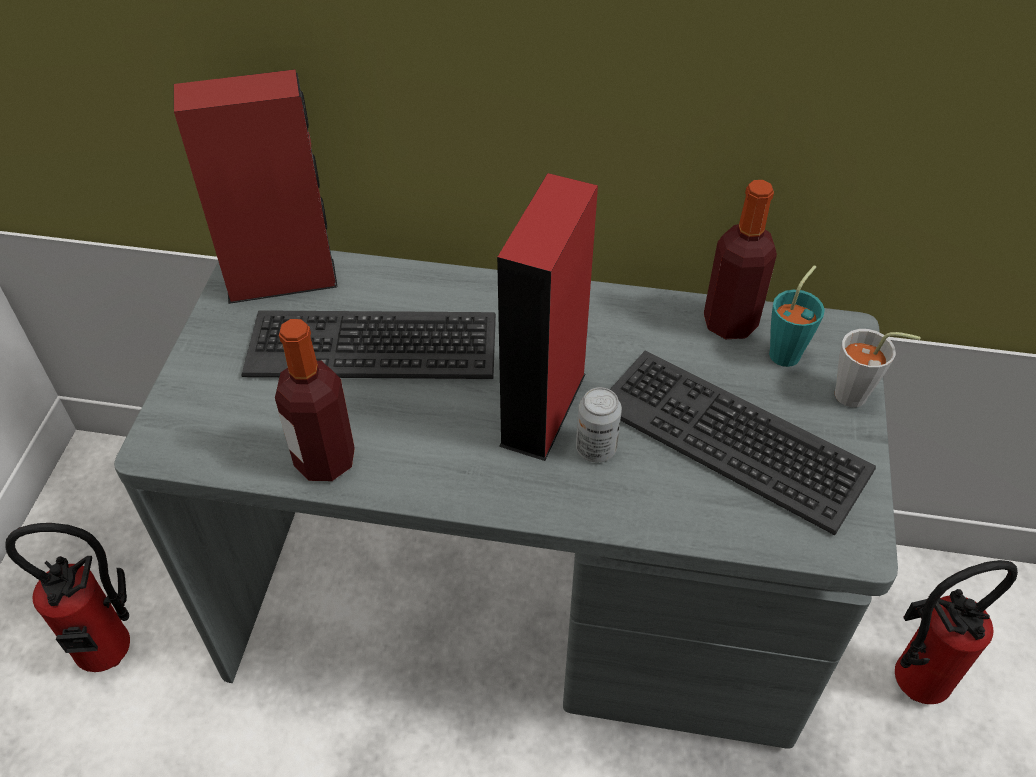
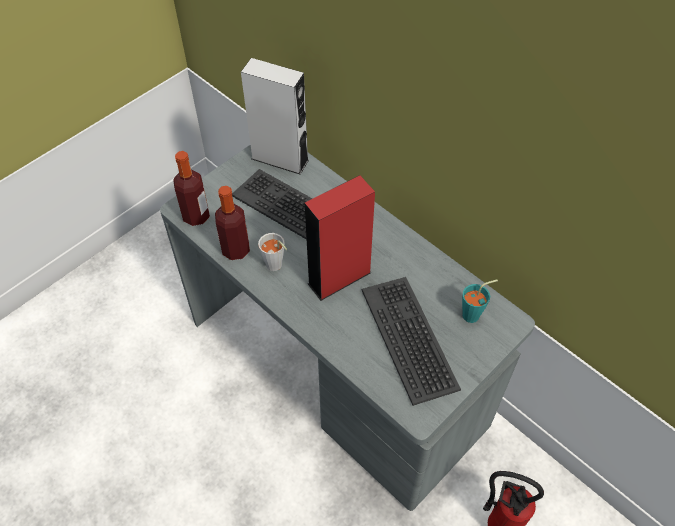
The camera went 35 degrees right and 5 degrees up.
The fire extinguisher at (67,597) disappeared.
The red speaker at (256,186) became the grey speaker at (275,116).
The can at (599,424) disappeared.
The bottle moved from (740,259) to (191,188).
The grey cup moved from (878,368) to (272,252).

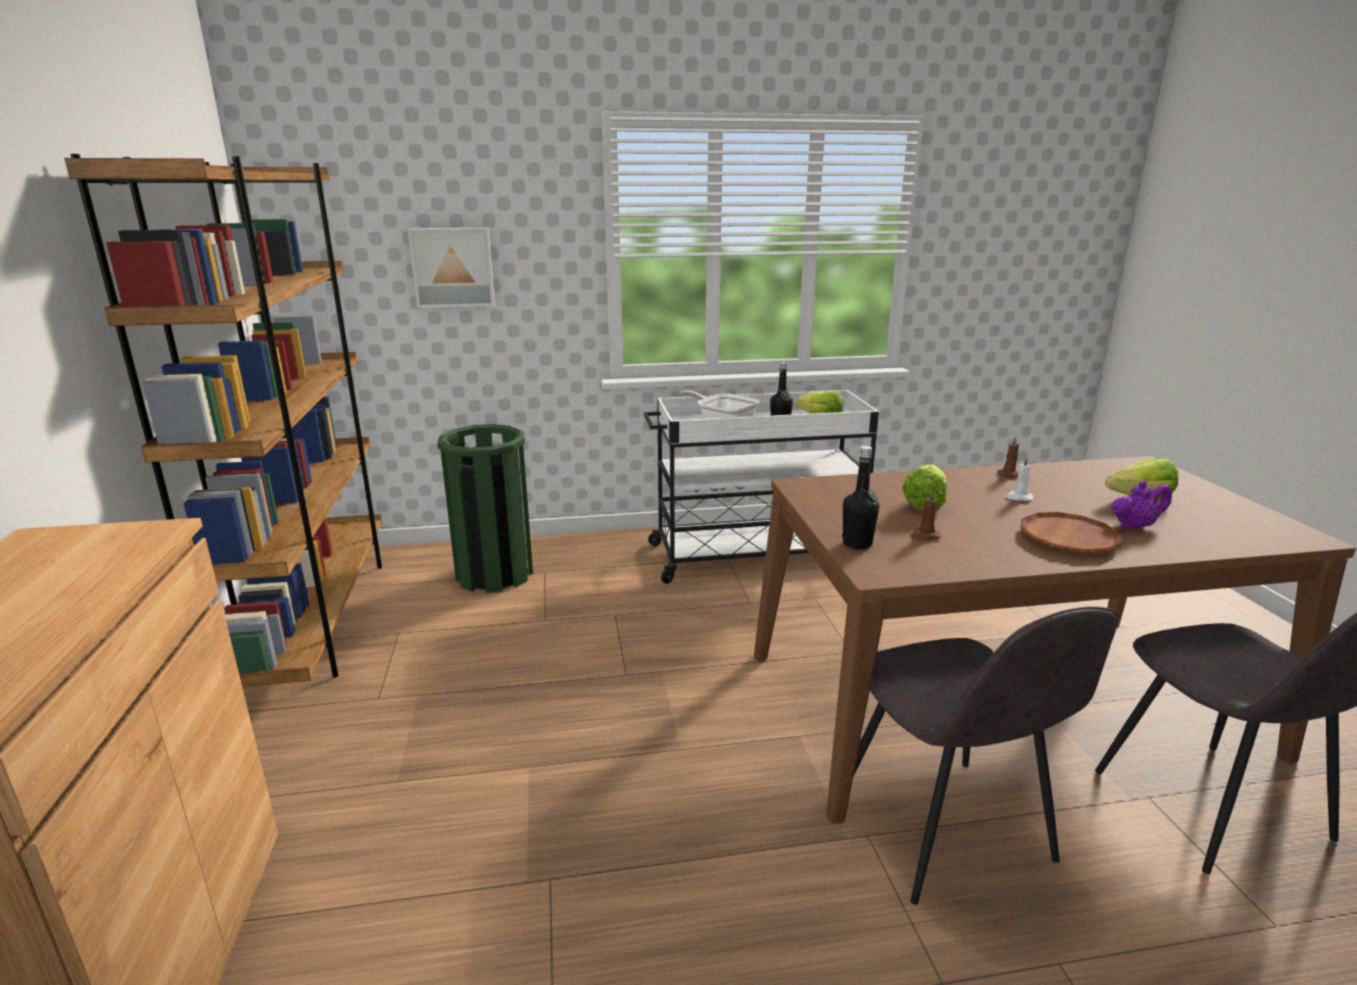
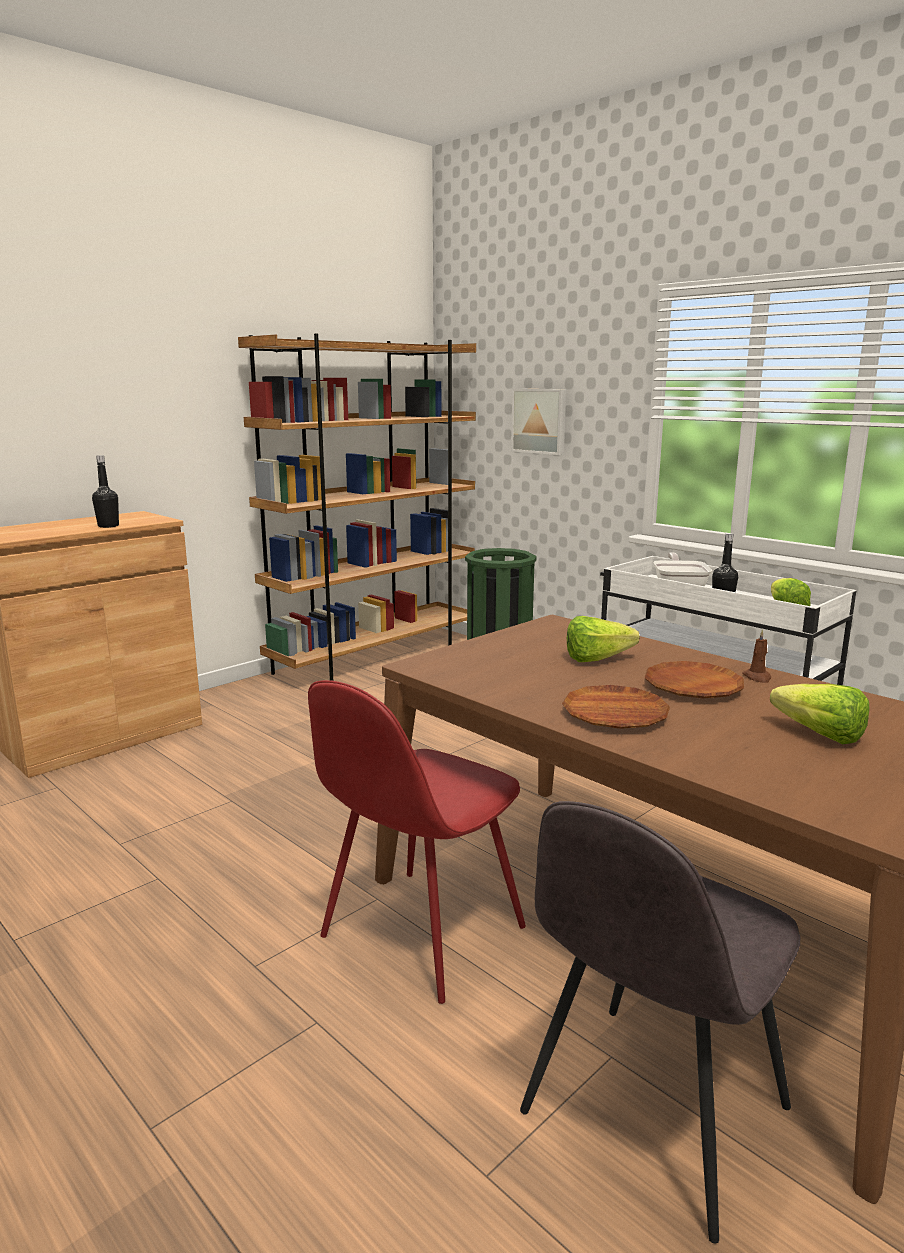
The camera went 55 degrees right and 5 degrees down.
The black bottle moved from (860,498) to (105,491).
The grey chair at (985,755) became the red chair at (417,842).
The brown candle at (925,515) disappeared.
The white candle at (1019,478) was replaced by the brown plate at (694,679).
The purple teapot at (1141,505) disappeared.

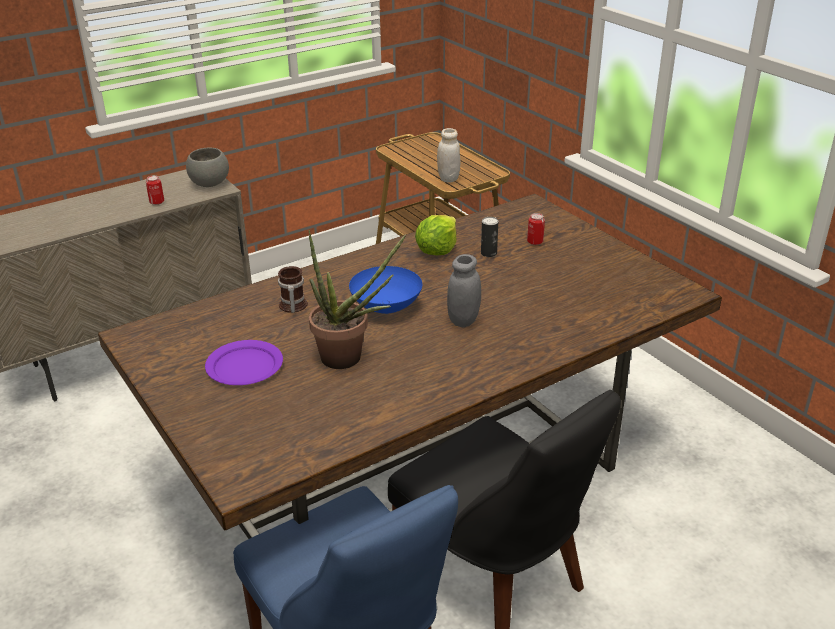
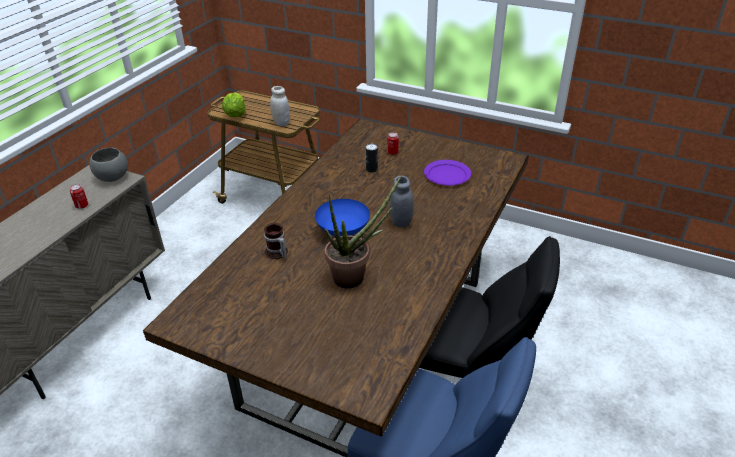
The camera went 30 degrees left and 5 degrees up.
The purple plate moved from (244,362) to (447,173).
The lettuce moved from (435,235) to (234,104).

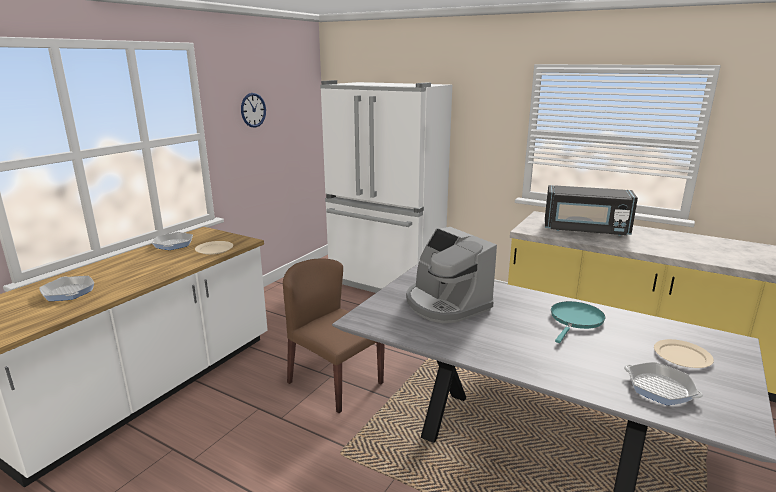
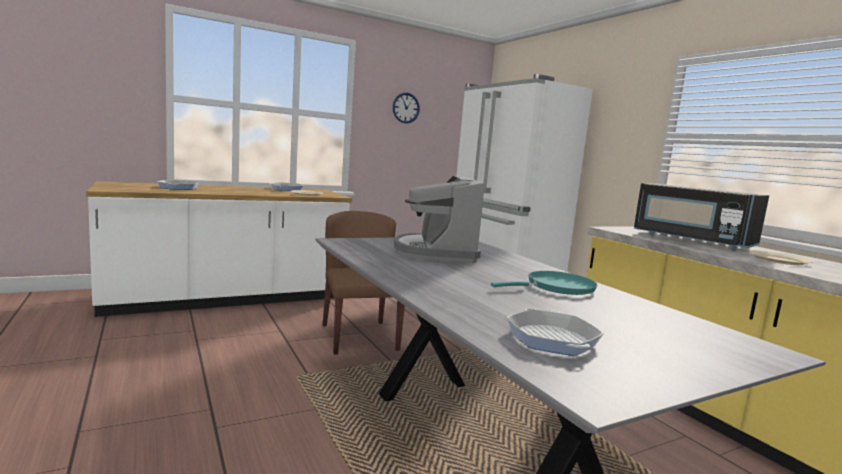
The camera went 30 degrees right and 10 degrees down.
The beige plate moved from (684,353) to (780,258).

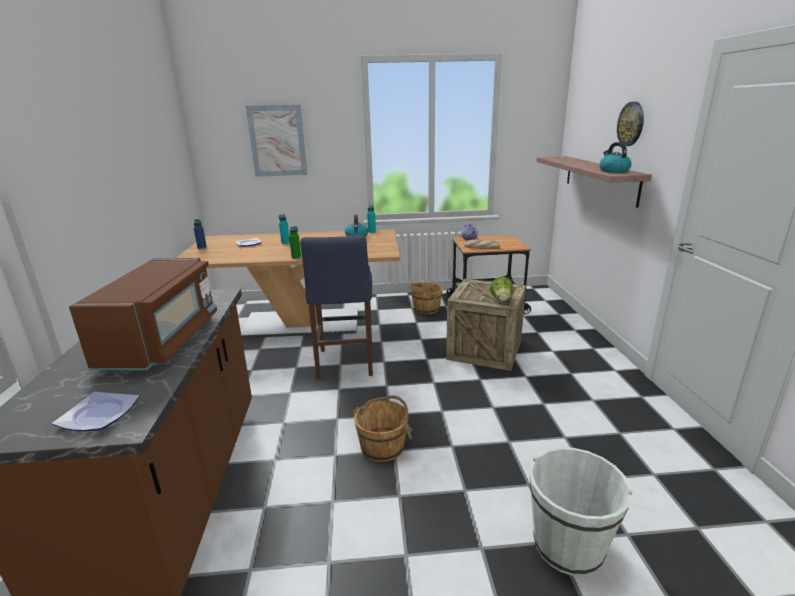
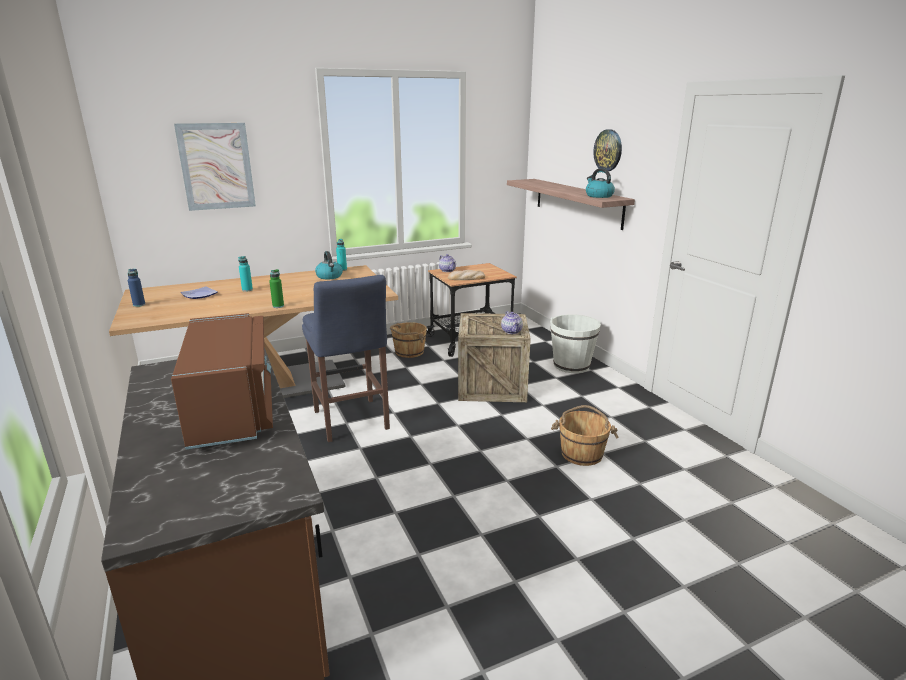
The camera went 20 degrees left and 0 degrees up.
The plate at (96,411) disappeared.
The brown bucket moved from (382,428) to (584,435).
The lettuce at (501,289) was replaced by the teapot at (512,322).
The white bucket moved from (581,511) to (575,343).

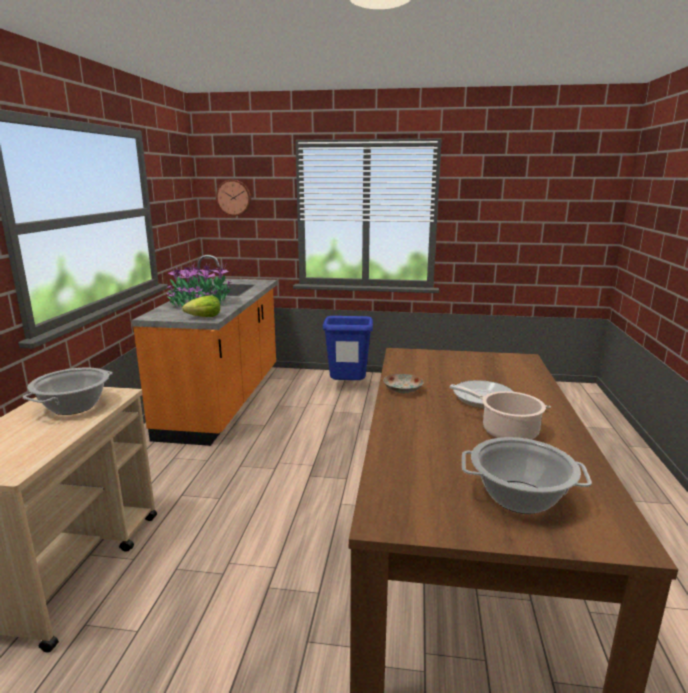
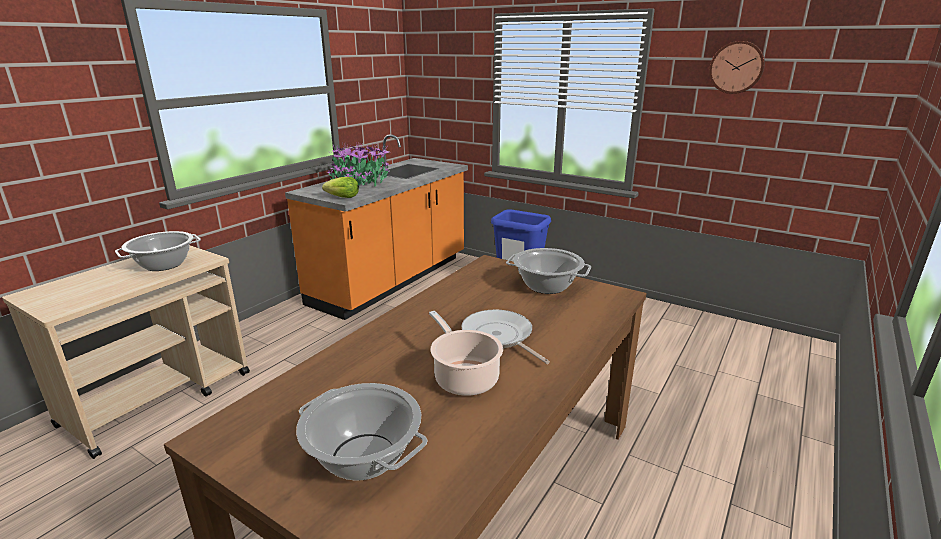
The camera went 25 degrees right and 5 degrees up.
The wall clock moved from (233,198) to (737,67).
The plate at (403,383) disappeared.
The cooking pot at (548,271) appeared.

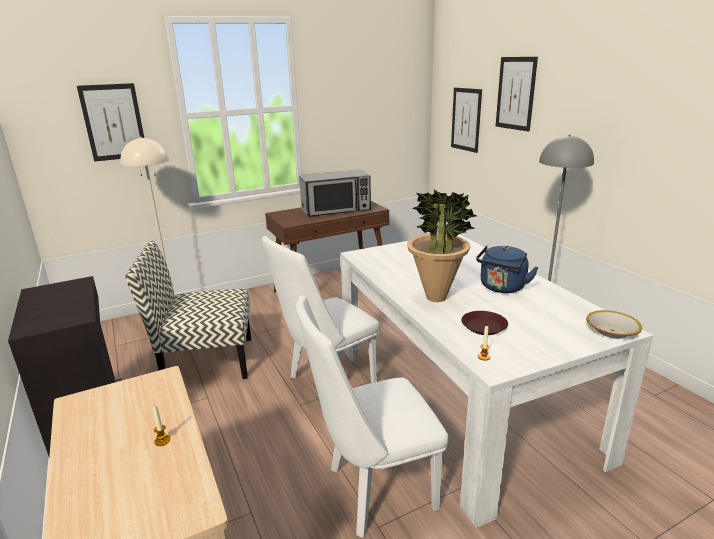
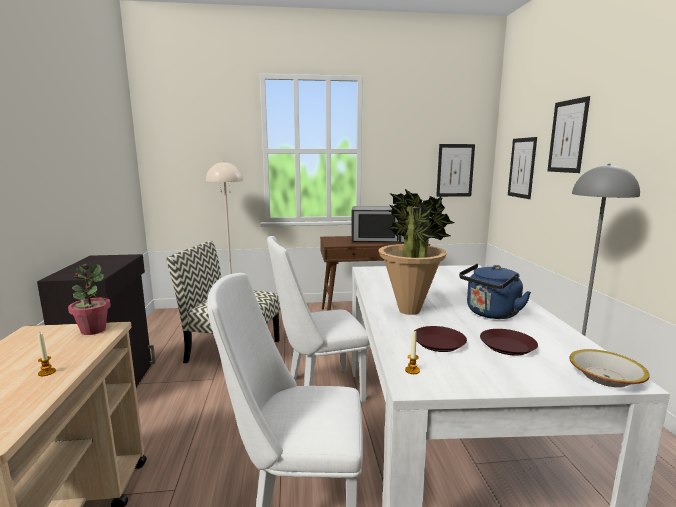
The camera went 20 degrees right and 10 degrees down.
The picture moved from (110,122) to (455,170).
The potted plant at (89,299) appeared.
The brown plate at (509,342) appeared.

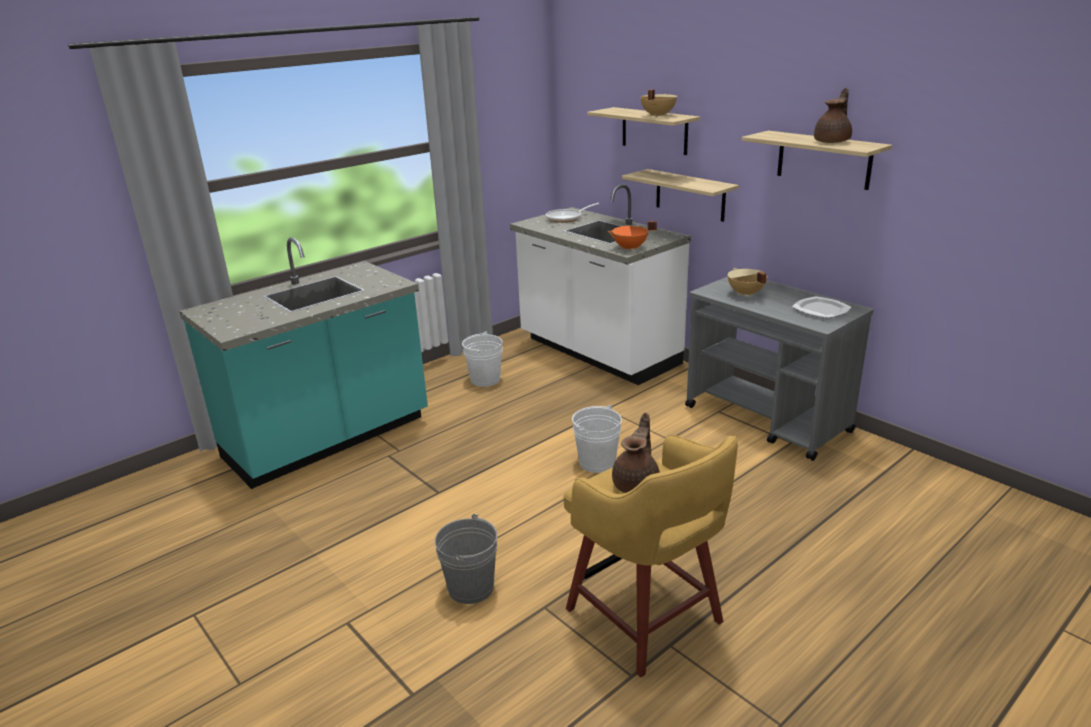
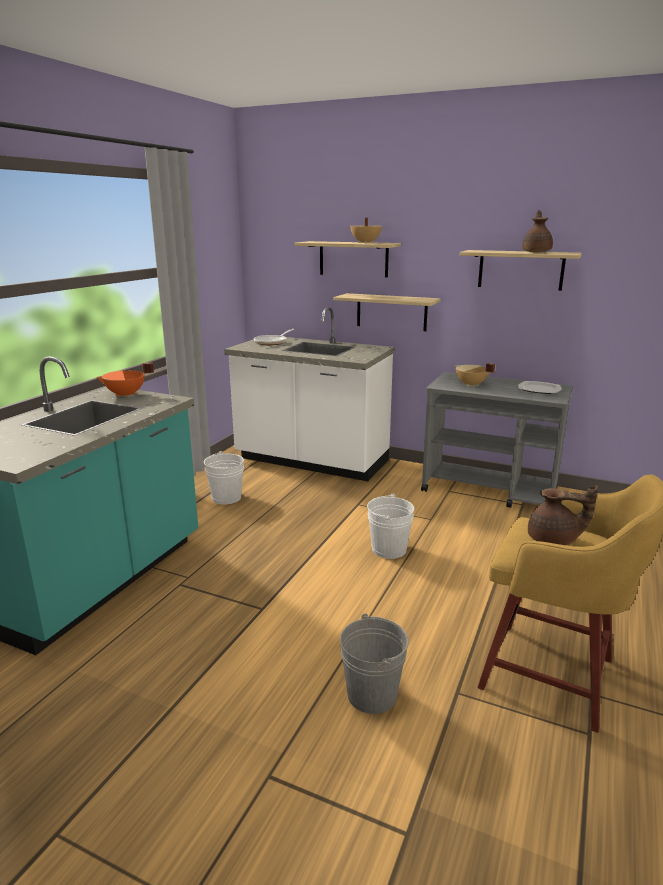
The camera went 25 degrees left and 5 degrees down.
The orange cooking pot moved from (632,236) to (125,380).
The brown teapot at (636,453) turned 105 degrees clockwise.

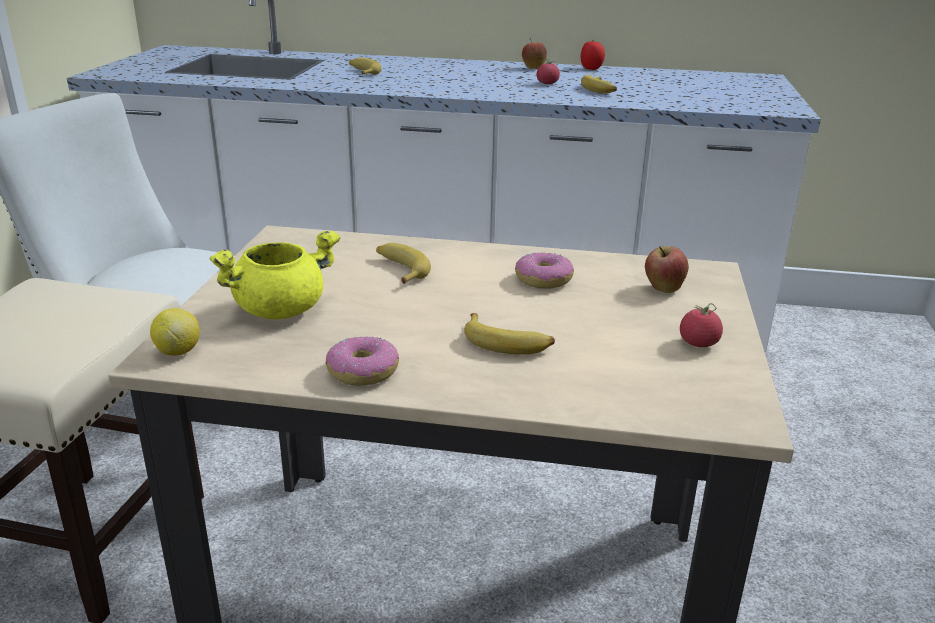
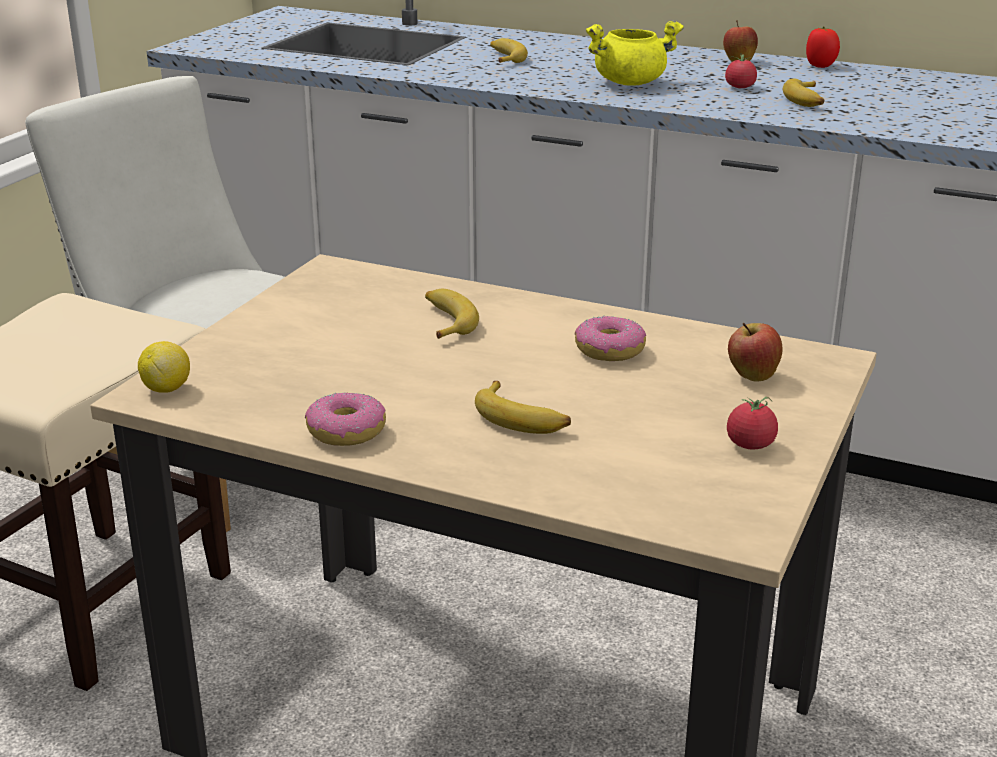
The camera went 15 degrees right and 0 degrees up.
The yellow cooking pot moved from (274,274) to (635,53).

